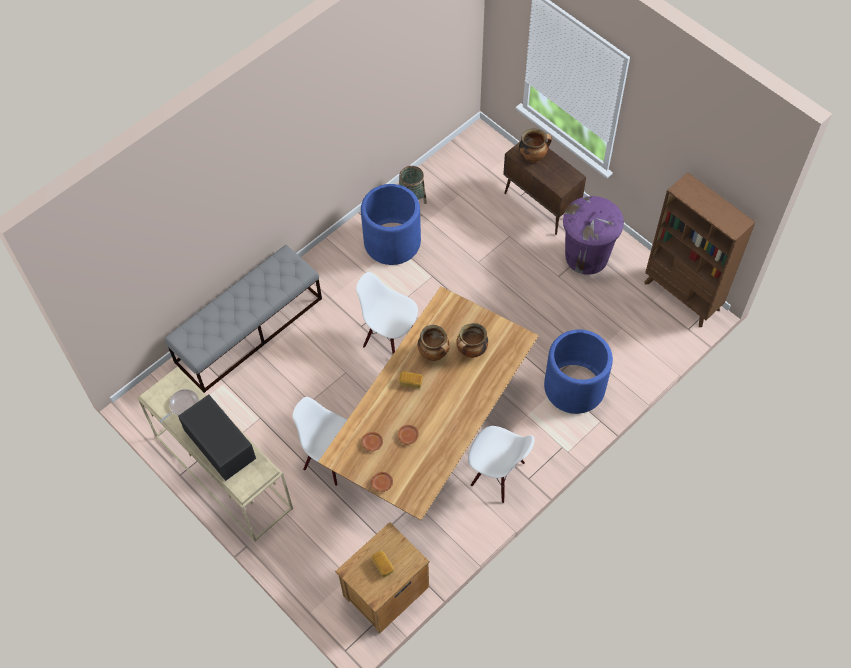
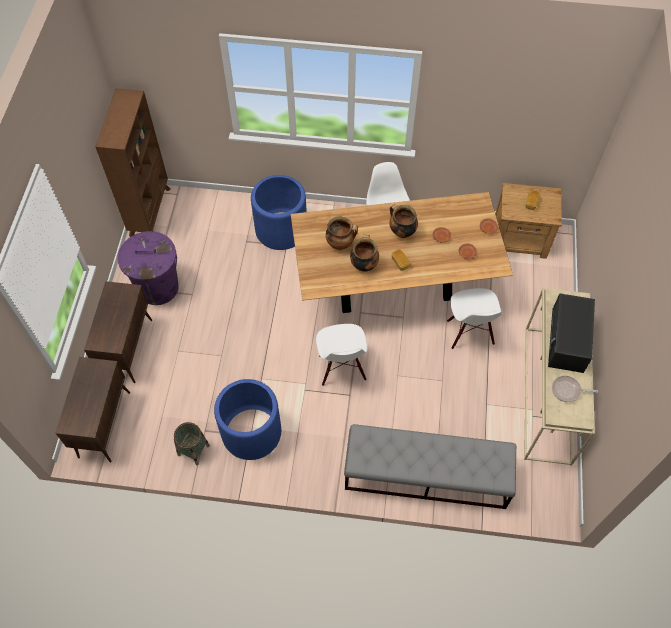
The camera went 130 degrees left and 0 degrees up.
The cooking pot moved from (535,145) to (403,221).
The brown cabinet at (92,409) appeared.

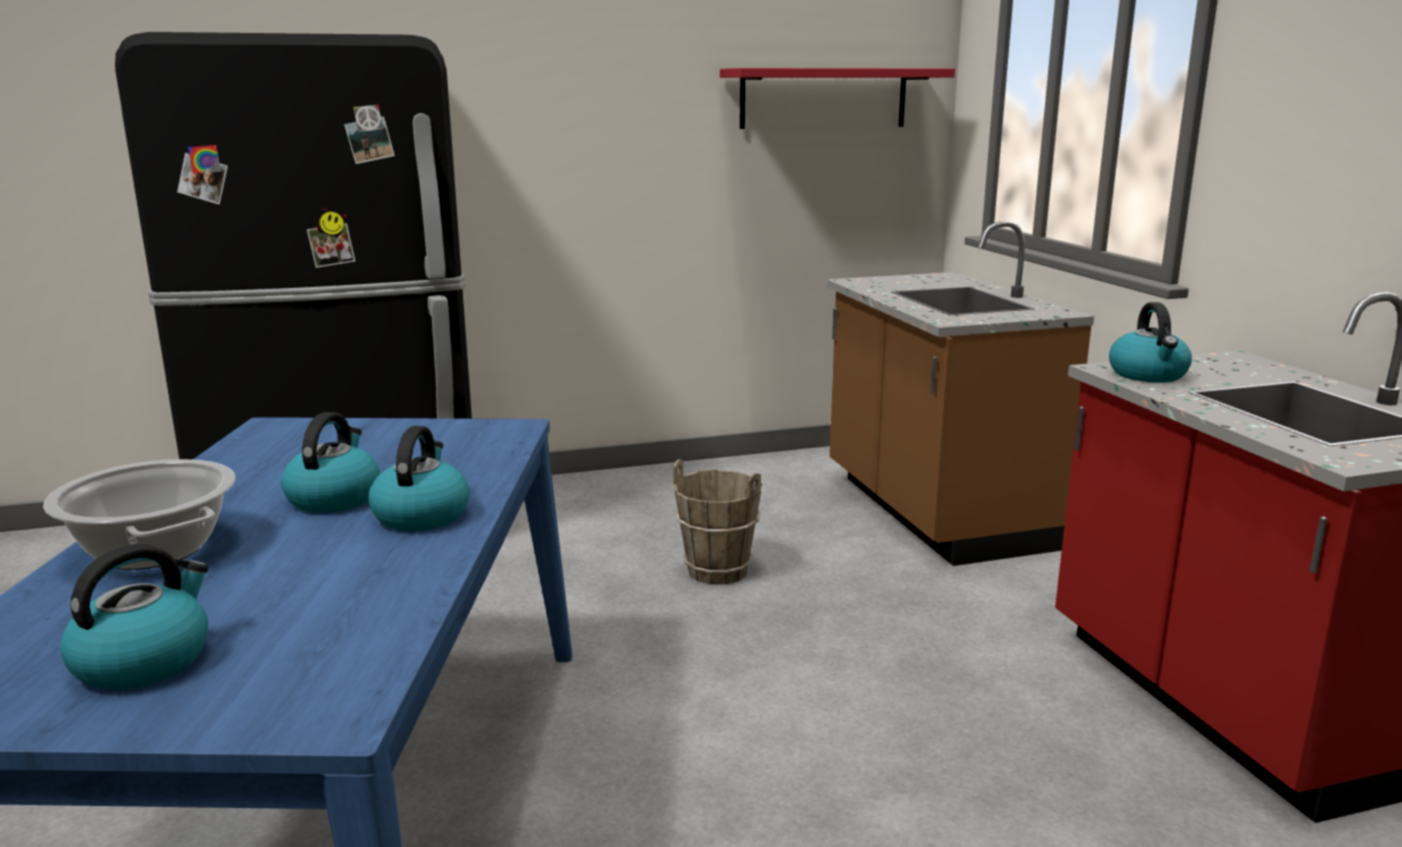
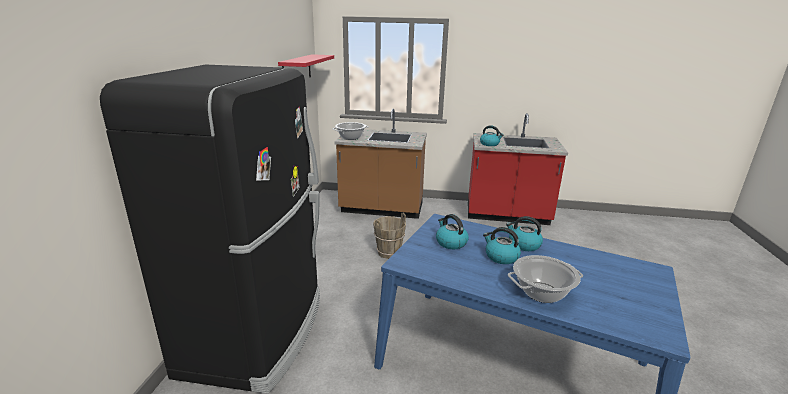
The camera went 65 degrees left and 5 degrees up.
The kettle moved from (134,617) to (452,231).
The cooking pot at (350,131) appeared.

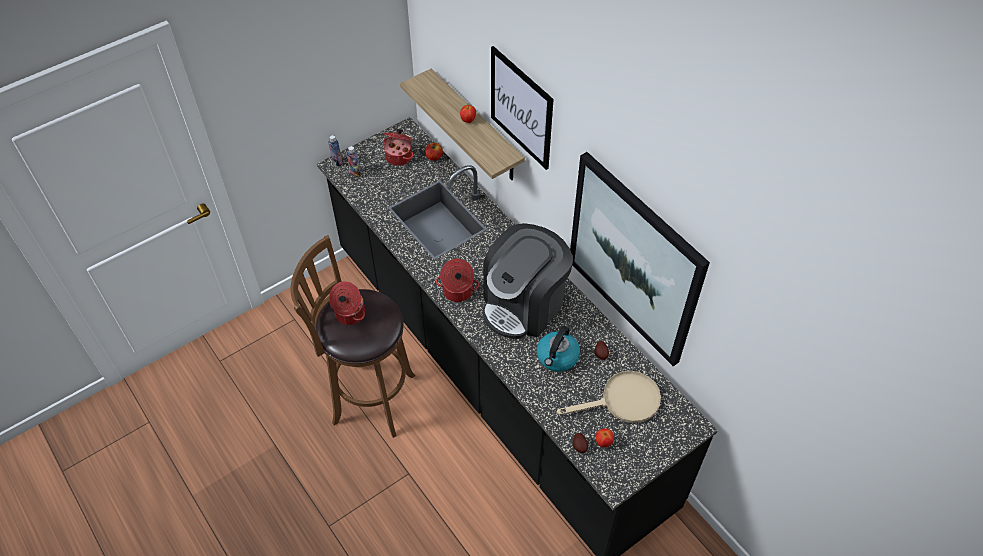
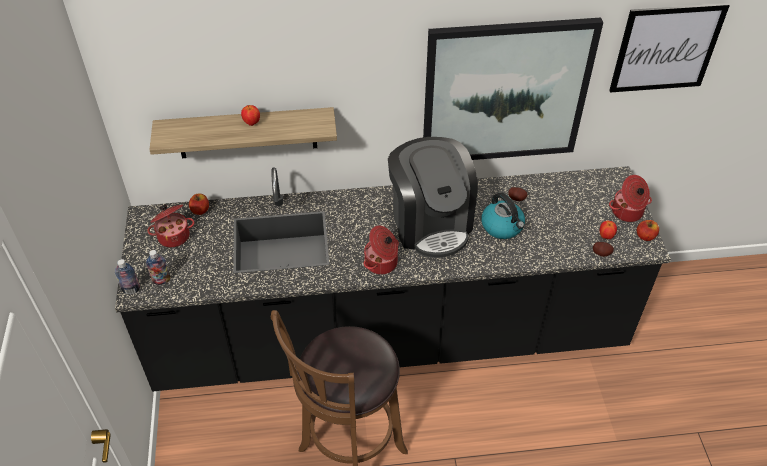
The camera went 60 degrees left and 5 degrees down.
The cooking pot moved from (347,303) to (630,198).
The picture moved from (522,108) to (669,47).
The beige frying pan at (608,397) disappeared.
The apple at (648,230) appeared.

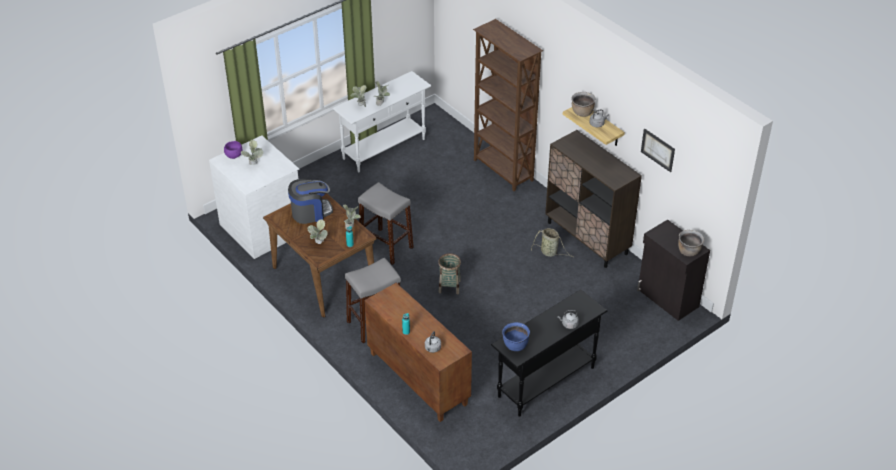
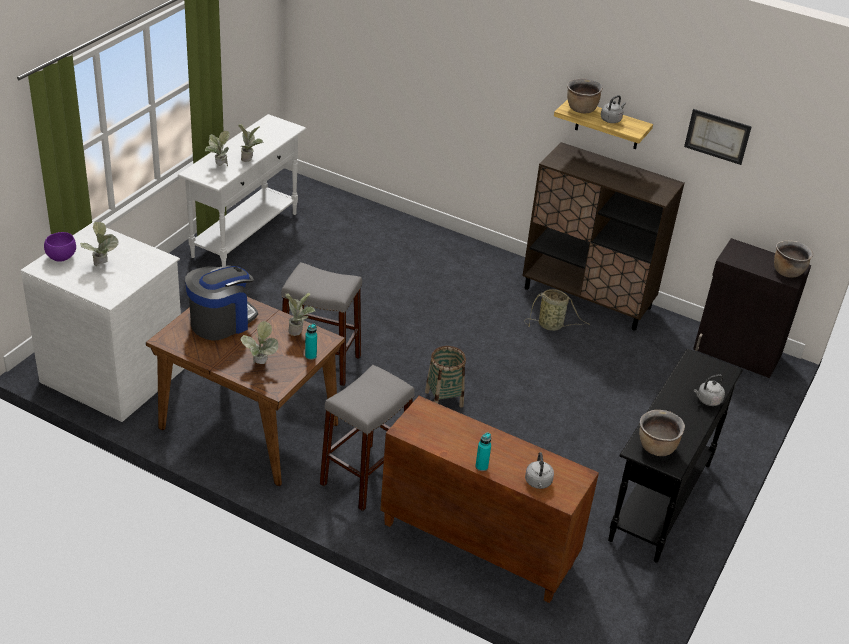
The camera went 25 degrees left and 5 degrees down.
The brown bookcase at (508,105) disappeared.
The blue cooking pot at (516,336) became the brown cooking pot at (662,433).

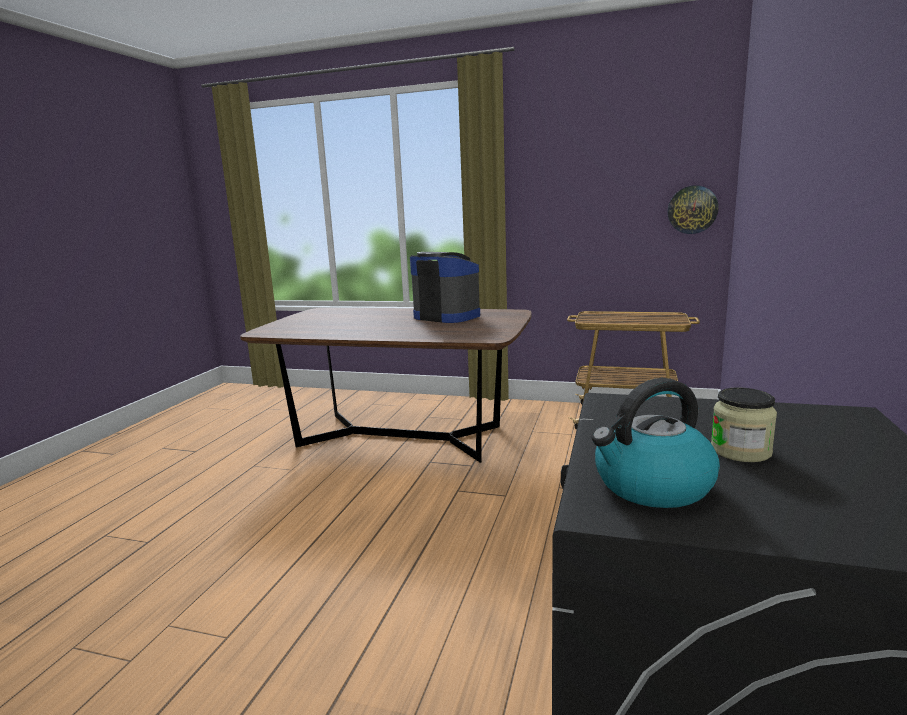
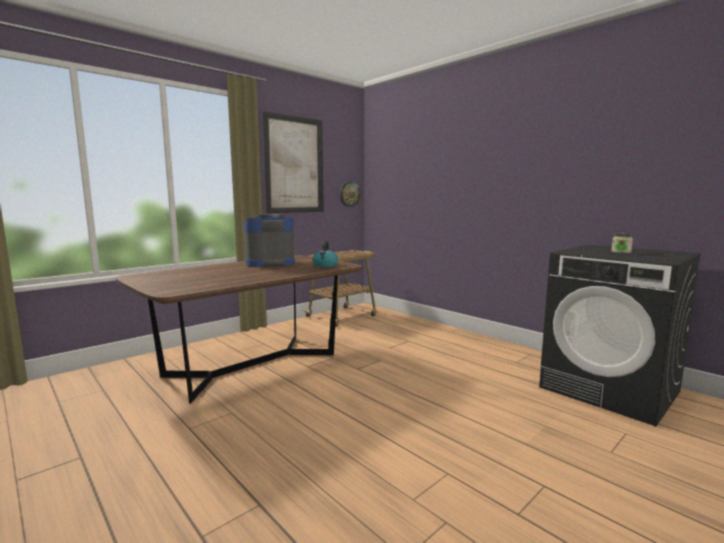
The camera went 60 degrees left and 5 degrees down.
The kettle moved from (655,443) to (325,254).
The picture at (293,162) appeared.

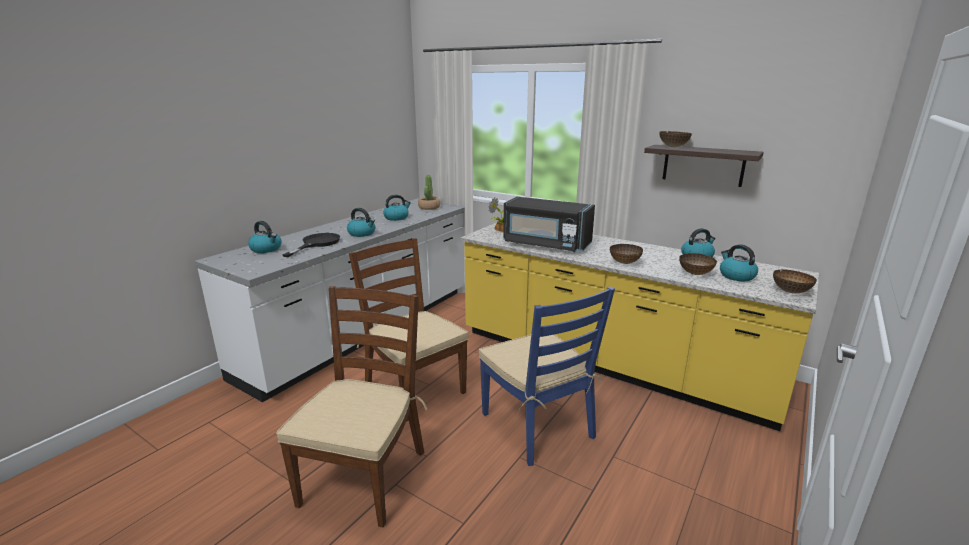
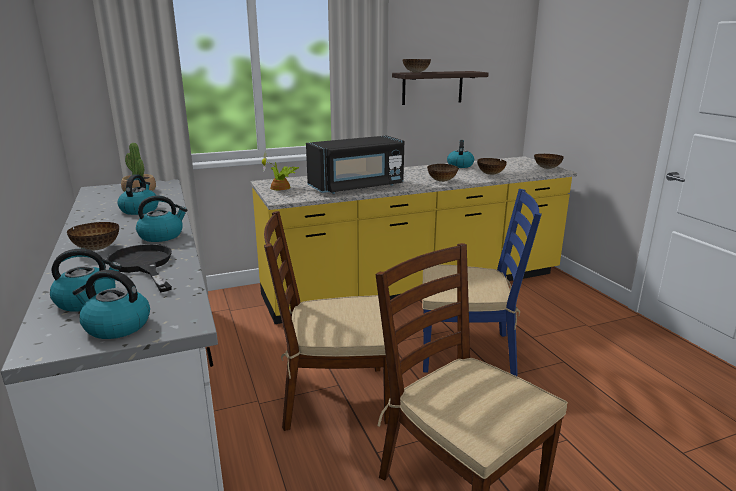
The camera went 55 degrees left and 0 degrees up.
The kettle moved from (739,262) to (111,304).
The bowl at (93,236) appeared.

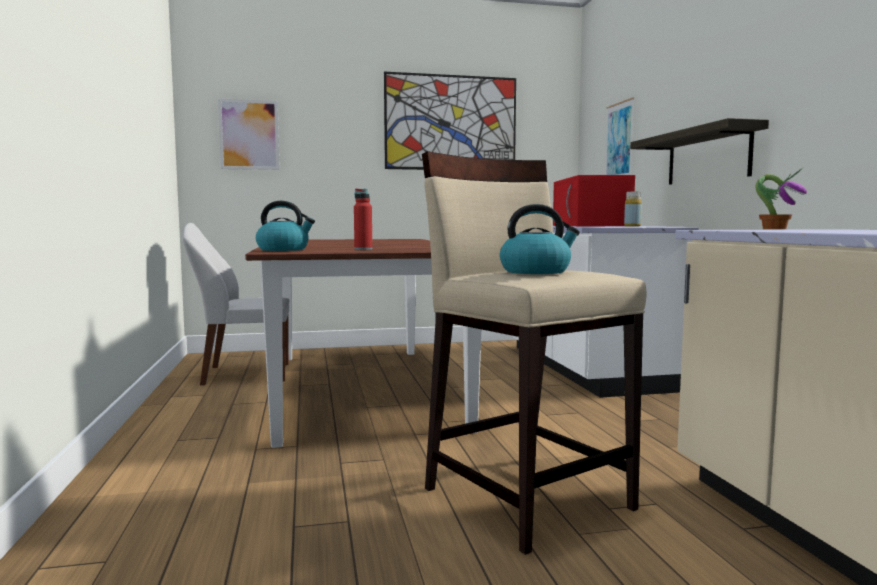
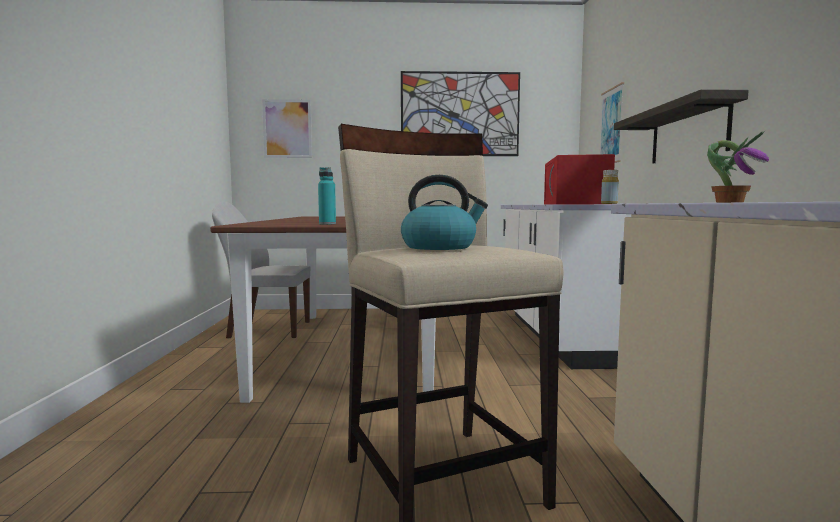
The camera went 10 degrees right and 0 degrees up.
The kettle at (285,226) disappeared.
The red bottle at (363,219) became the turquoise bottle at (327,195).

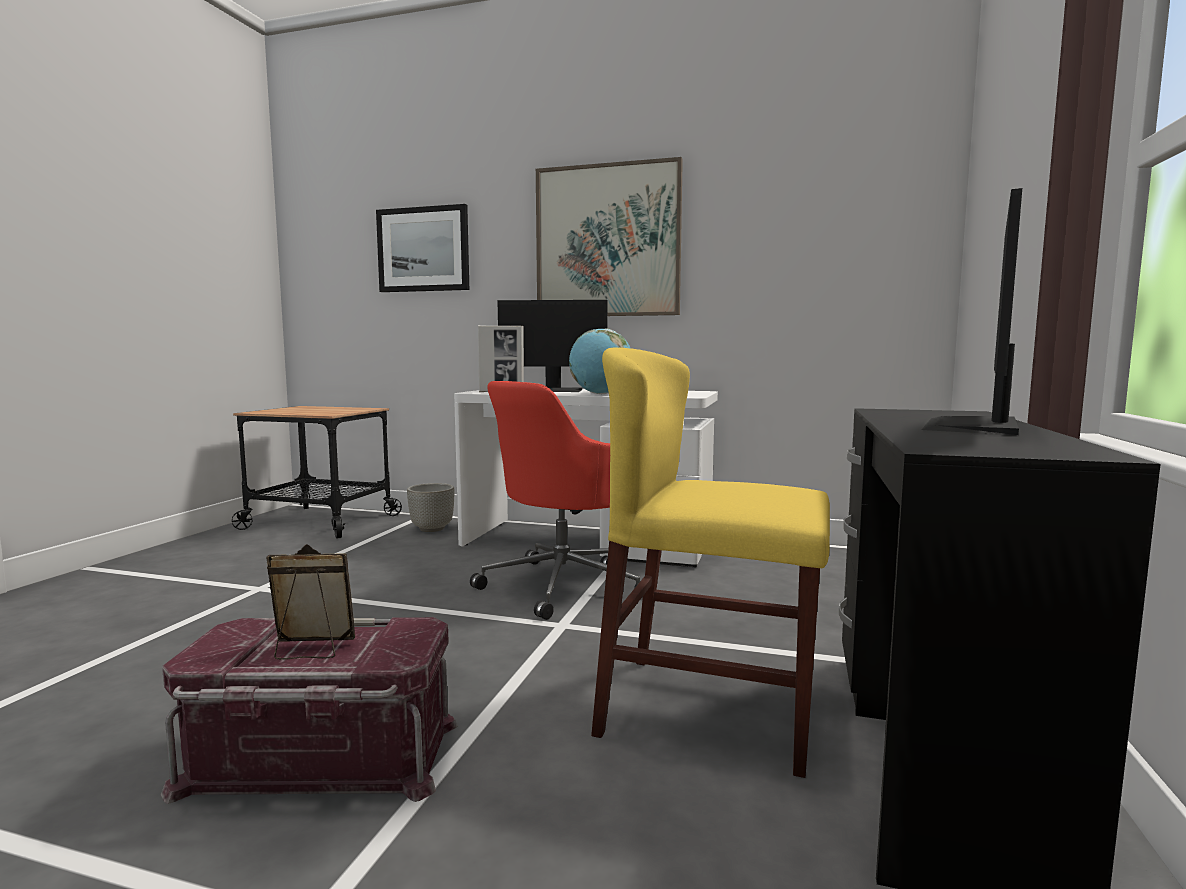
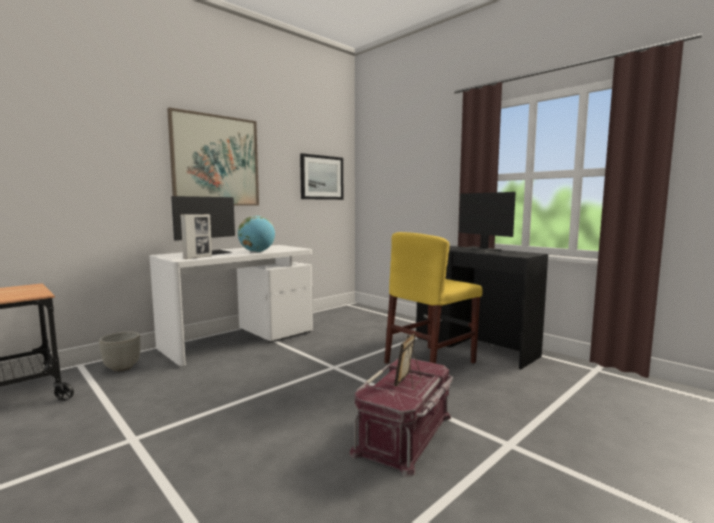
The camera went 60 degrees left and 0 degrees up.
The picture moved from (422,248) to (321,176).
The red office chair at (555,500) disappeared.

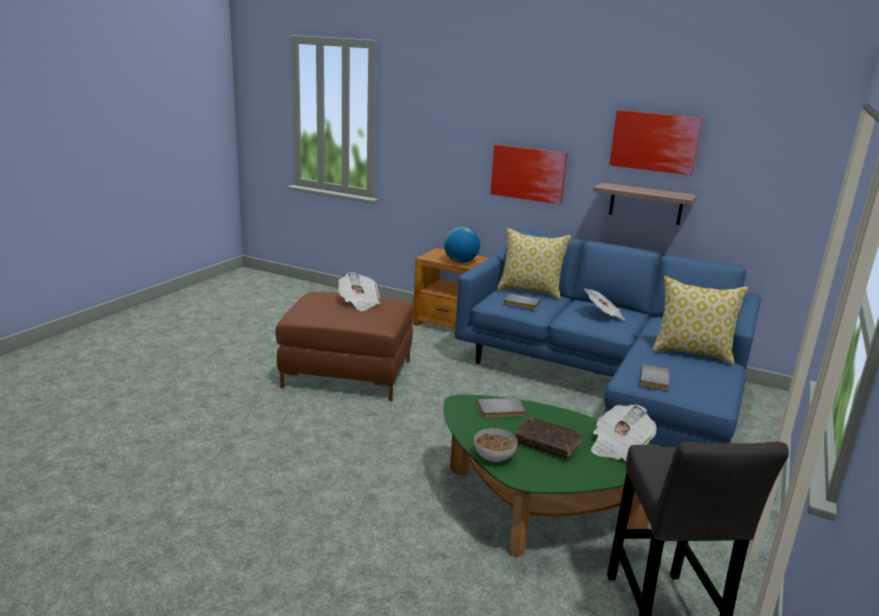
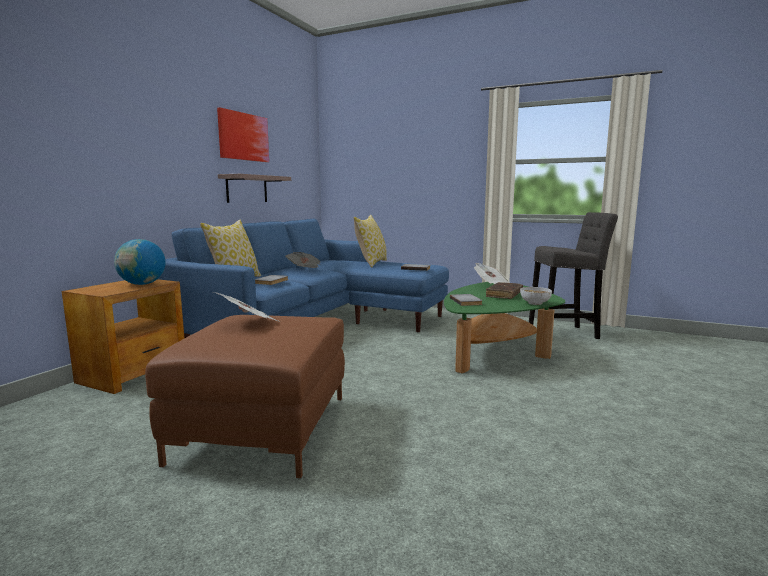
The camera went 90 degrees left and 10 degrees down.
The picture at (528,175) disappeared.

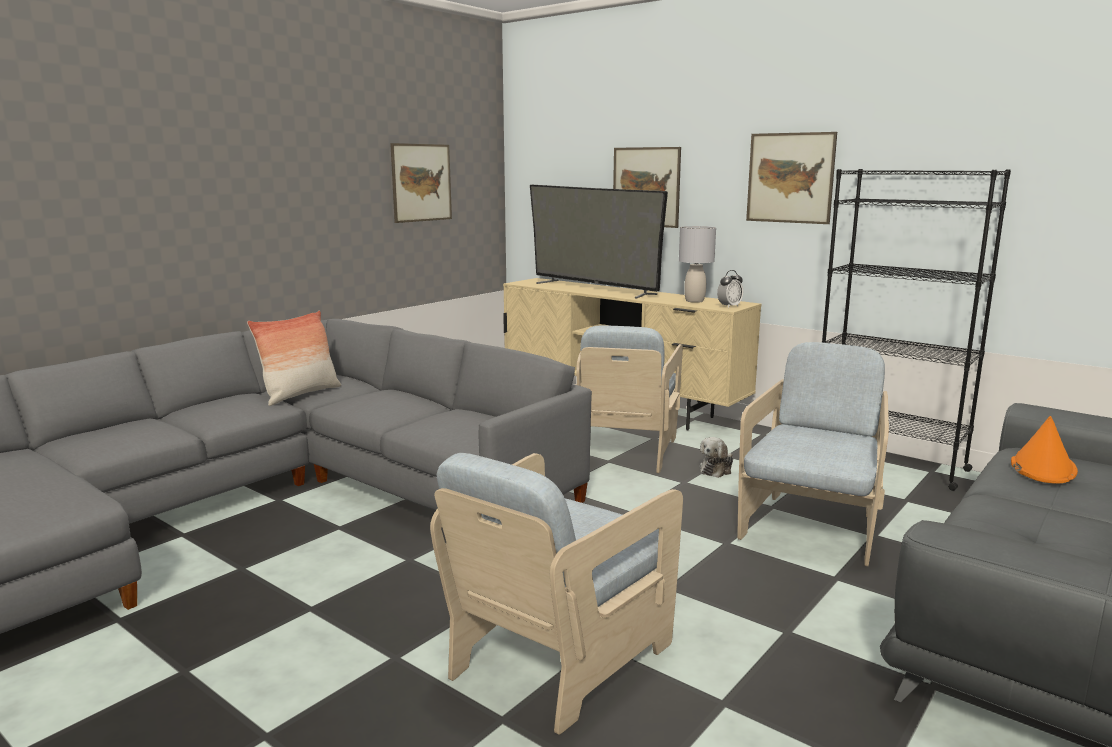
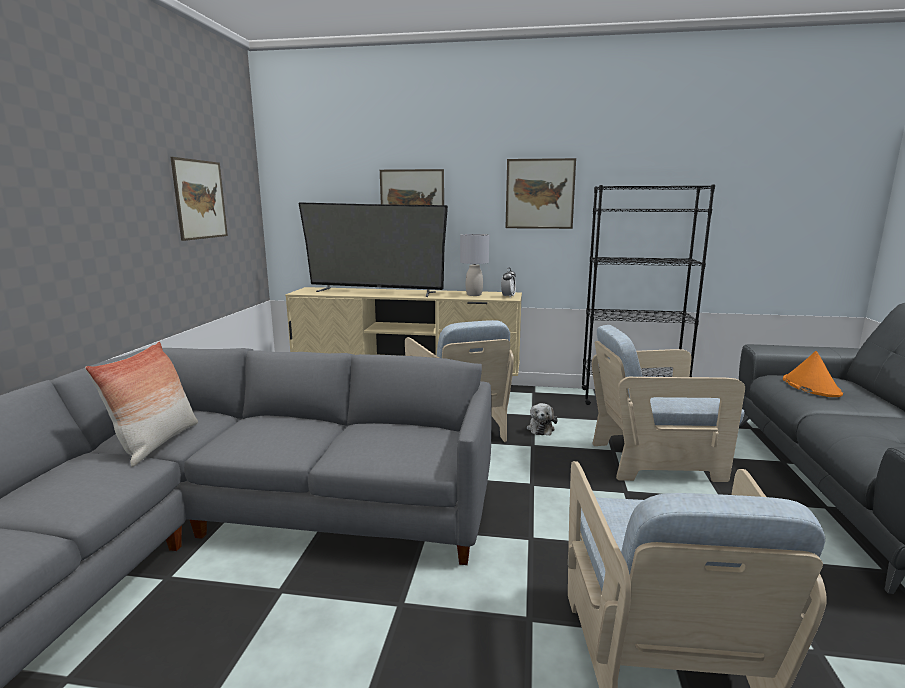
The camera went 30 degrees left and 0 degrees up.
The beige armchair at (813,454) turned 90 degrees counterclockwise.

